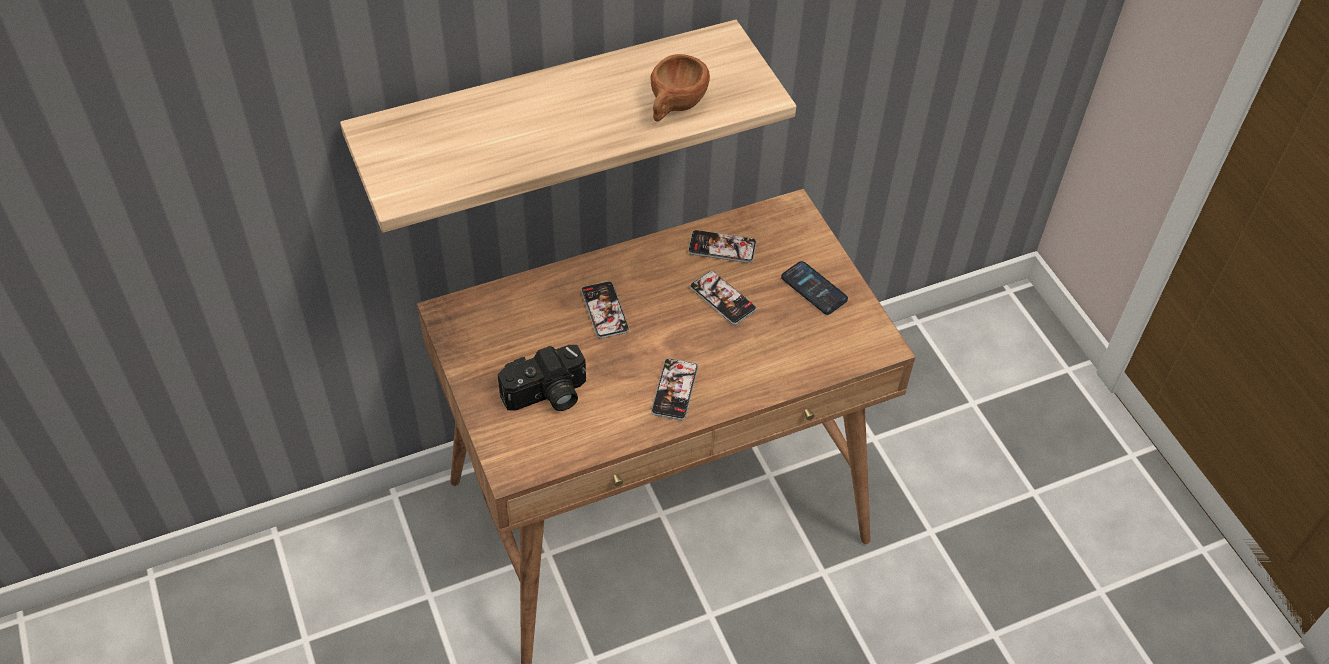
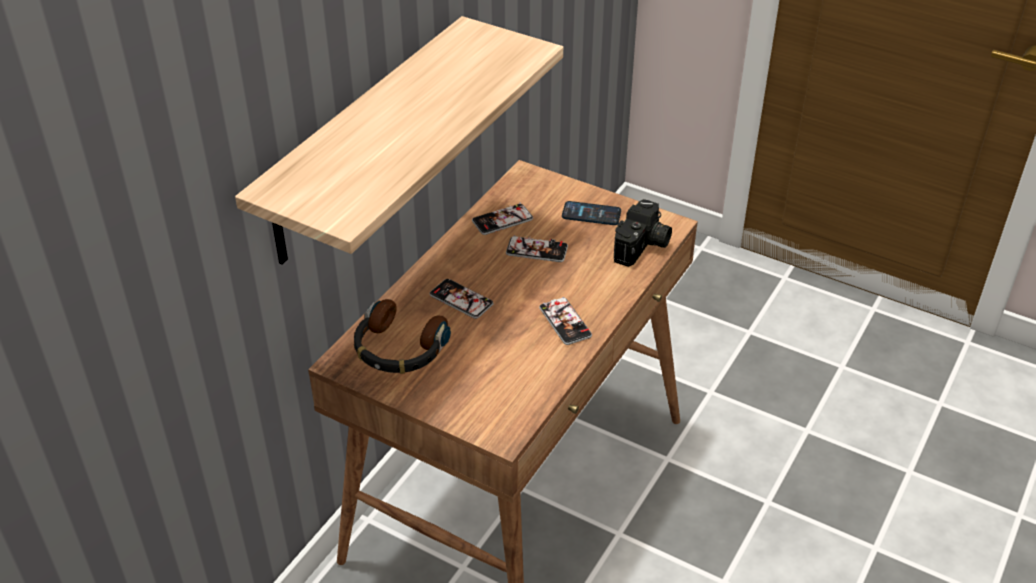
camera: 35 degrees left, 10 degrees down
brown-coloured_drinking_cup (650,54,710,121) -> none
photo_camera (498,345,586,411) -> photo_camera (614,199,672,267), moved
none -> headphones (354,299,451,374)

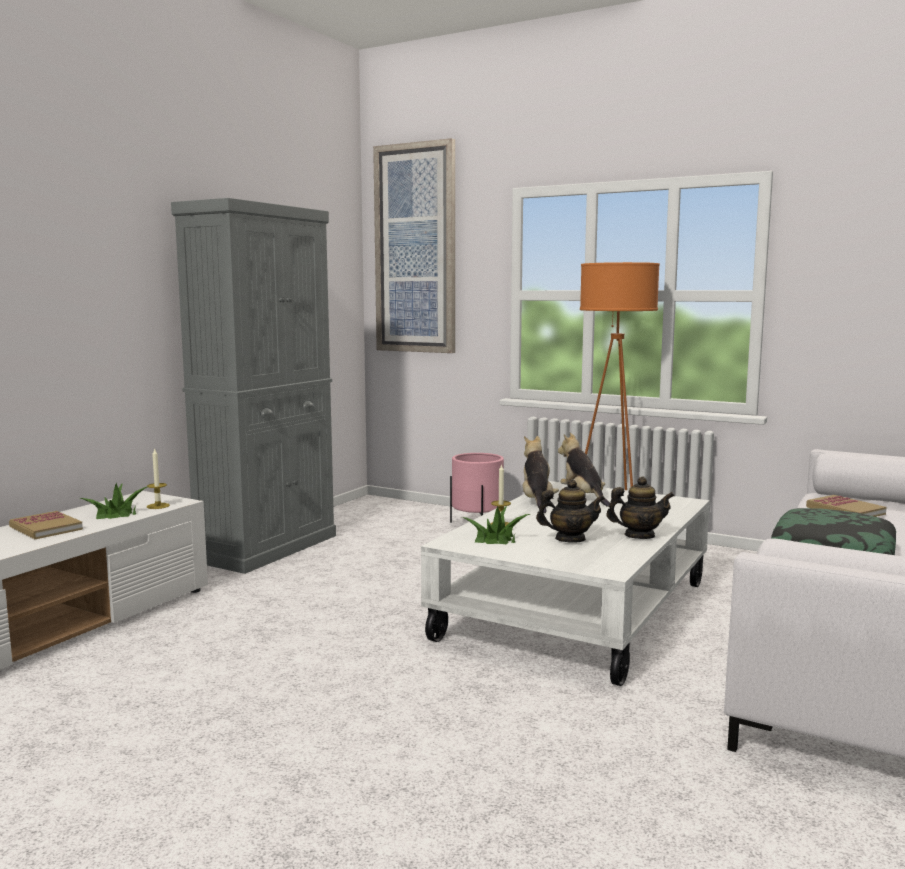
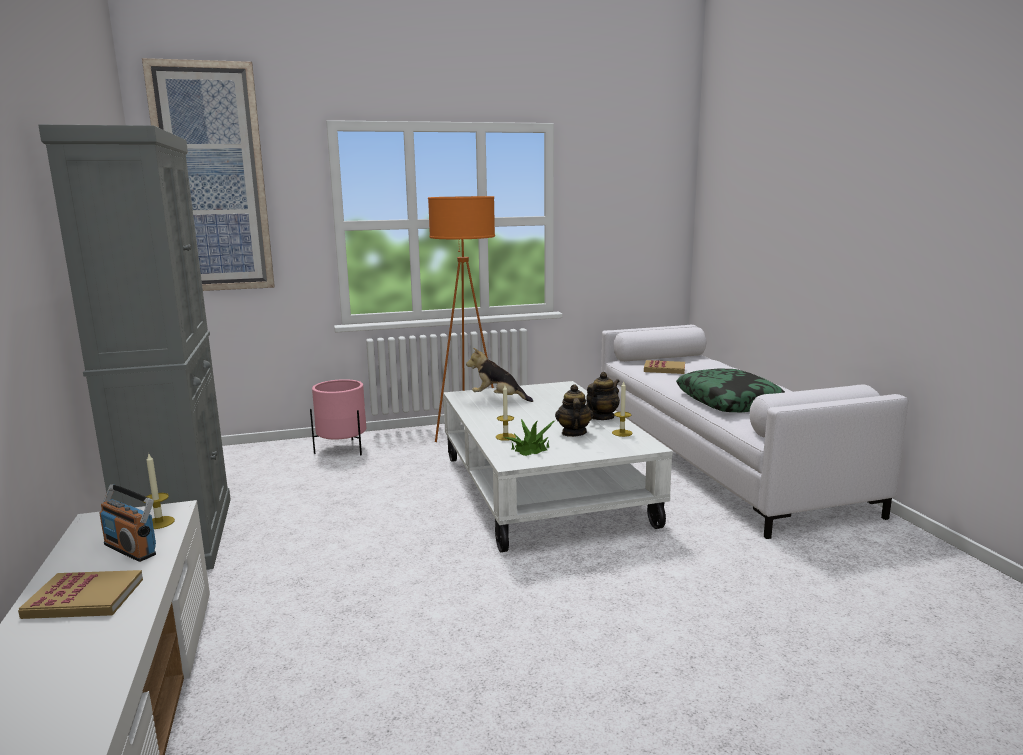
camera: 45 degrees left, 5 degrees up
soft_toy (523,436,559,513) -> none
tea_pot (536,479,605,543) -> tea_pot (555,384,593,437), 45 degrees counterclockwise
houseplant (79,482,149,519) -> radio_set (99,484,156,562)
none -> wax_light (612,382,632,437)

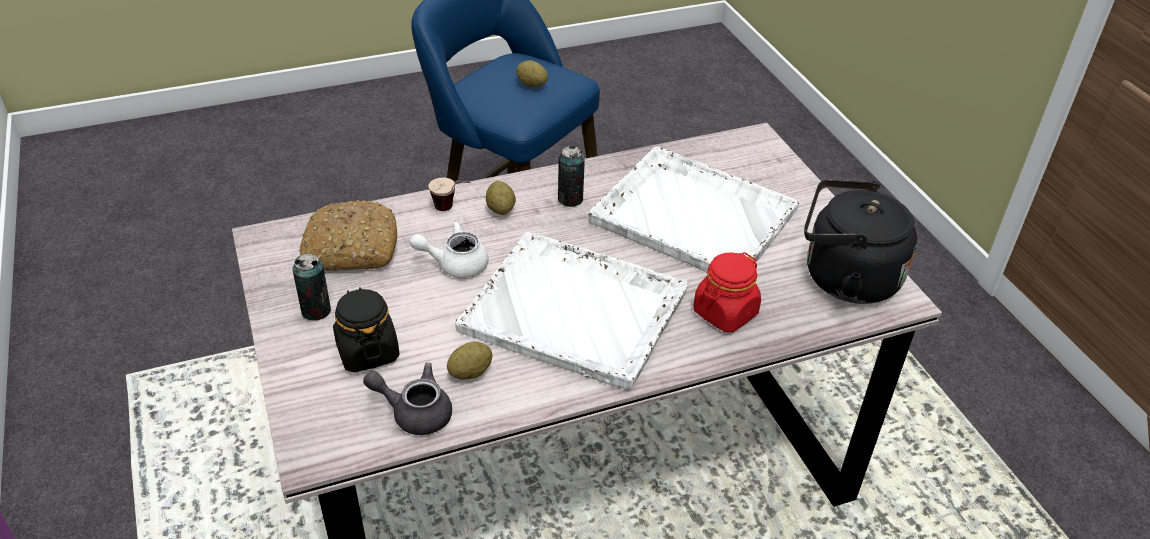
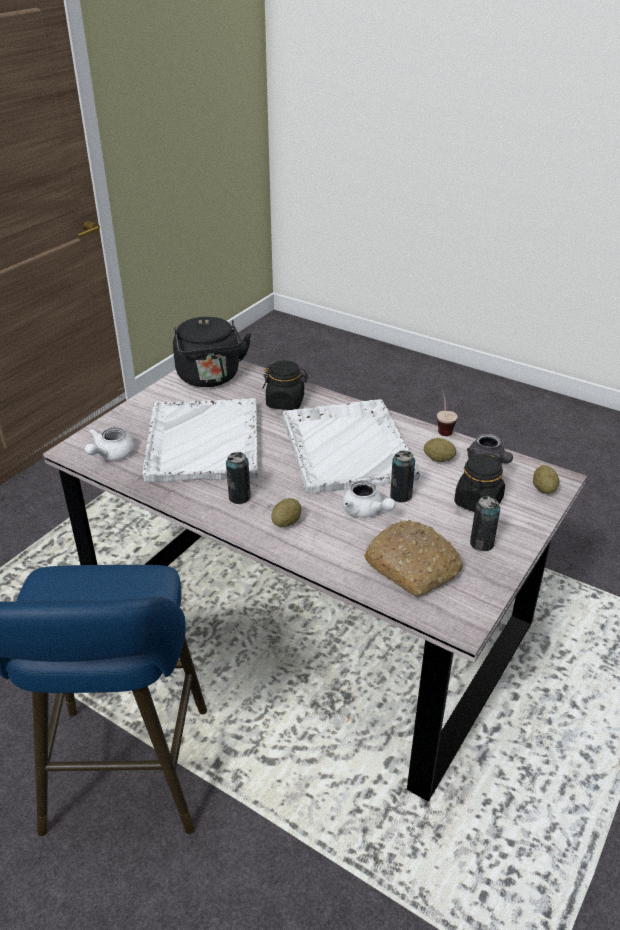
camera: 125 degrees left, 5 degrees down
potato (516,60,548,87) -> potato (533,465,560,494), moved
drinking_cup (428,177,471,211) -> drinking_cup (437,390,458,436), moved
red-coloured_storage_jar (693,252,761,332) -> black-coloured_storage_jar (262,360,308,410)
none -> whitish_tea_pot (85,427,134,460)
none -> metal_can (390,451,415,502)

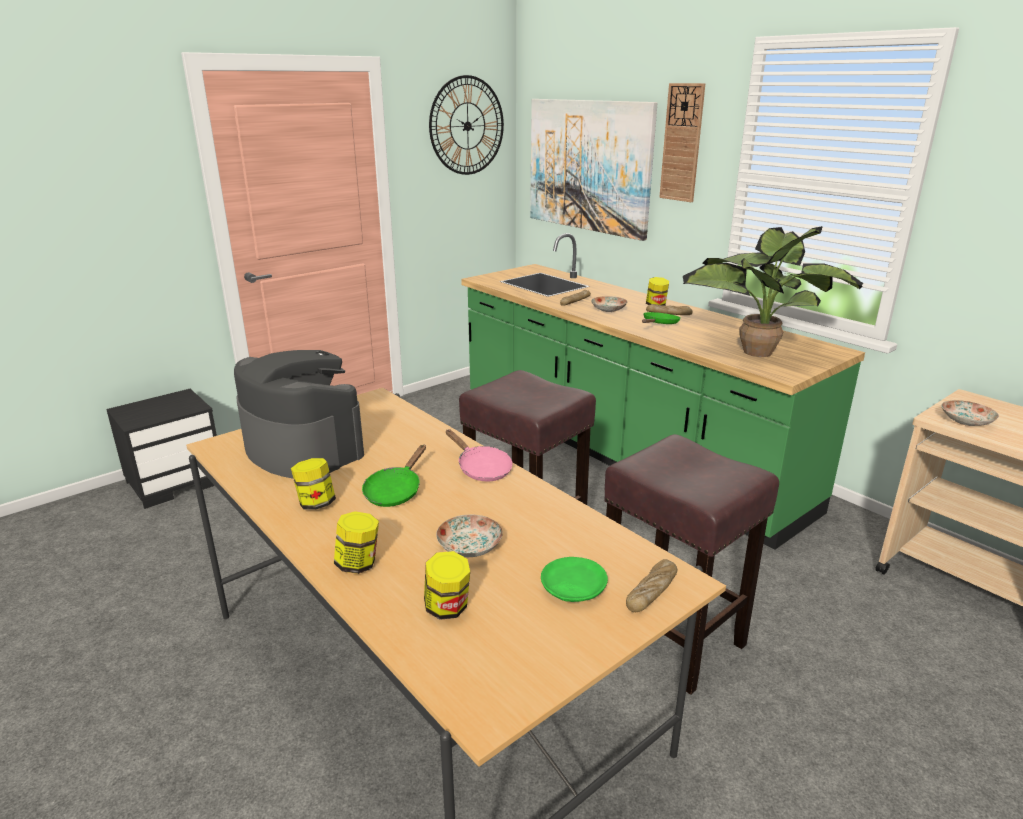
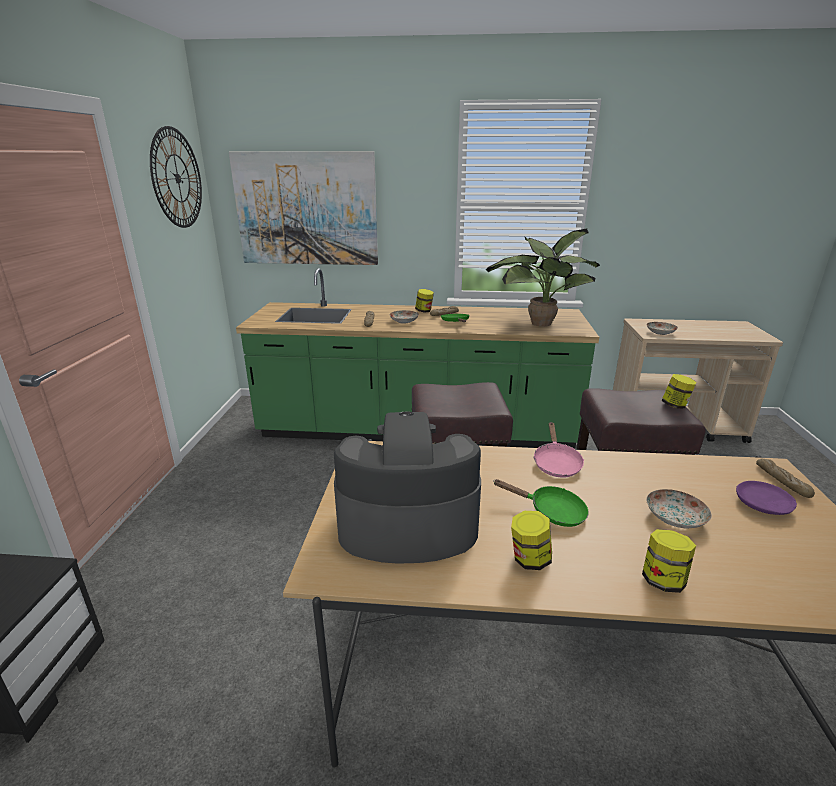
camera: 45 degrees left, 0 degrees up
wall_clock (659,83,705,202) -> none
pink-coloured_skillet (446,429,512,481) -> pink-coloured_skillet (533,423,584,477), 90 degrees clockwise
greenish_skillet (362,445,426,507) -> greenish_skillet (493,479,589,527), 45 degrees counterclockwise
storage_jar (424,551,470,620) -> storage_jar (661,374,696,409), moved
greenish_plate (541,557,608,602) -> purple-coloured_plate (736,481,797,515)

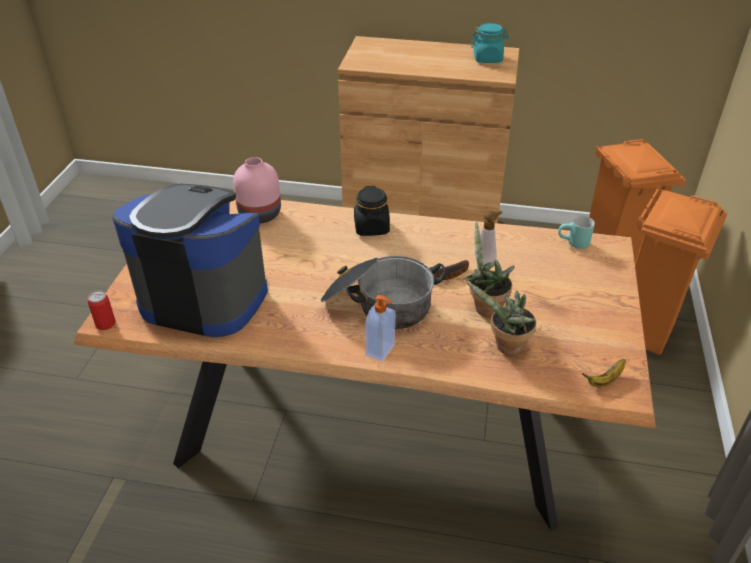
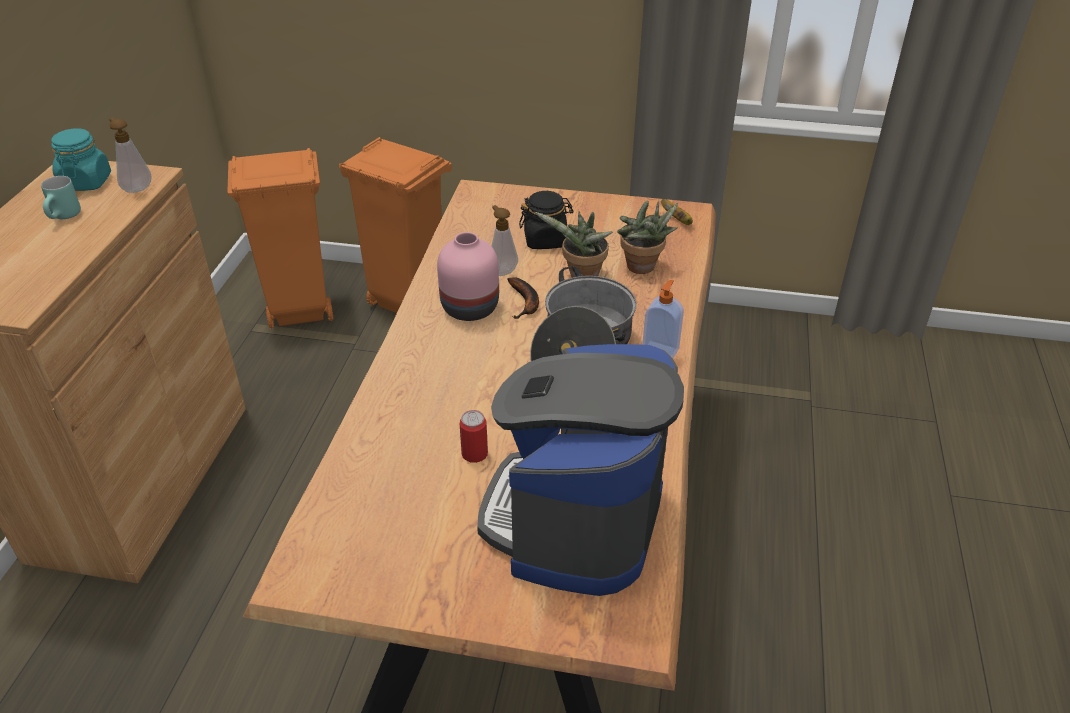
camera: 90 degrees left, 0 degrees up
pink-coloured_flower_vase (233,157,281,224) -> pink-coloured_flower_vase (437,232,499,321), moved
black-coloured_storage_jar (354,186,390,236) -> black-coloured_storage_jar (519,191,574,249), moved
turquoise_coffee_mug (558,216,595,249) -> turquoise_coffee_mug (41,176,81,219), moved
metal_can (88,290,116,330) -> metal_can (460,410,488,463), moved
none -> soap_dispenser (110,118,152,193)

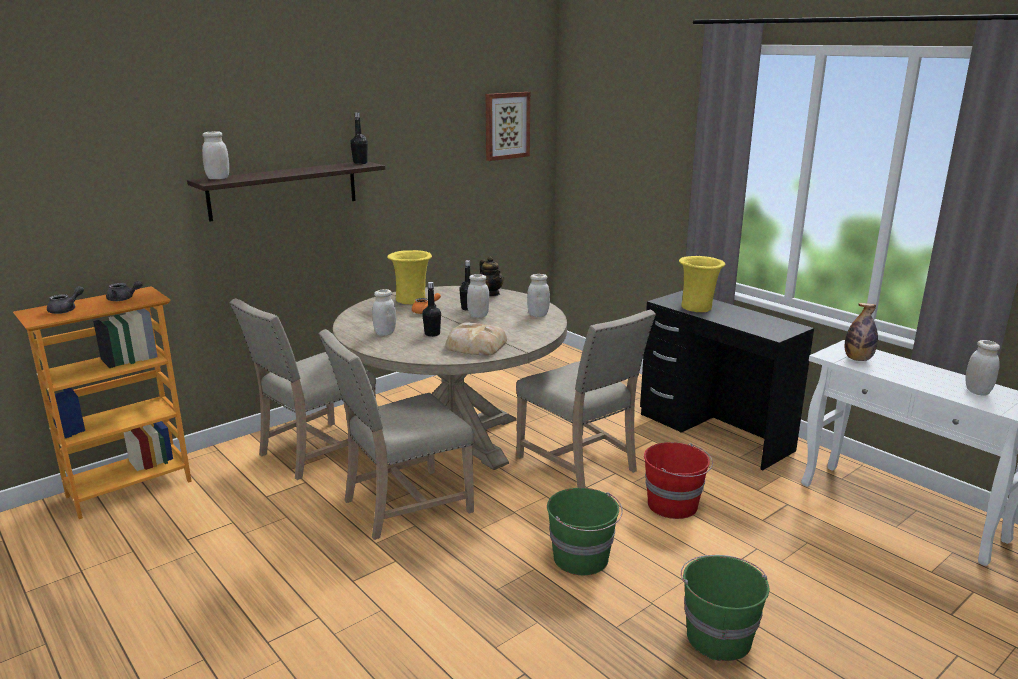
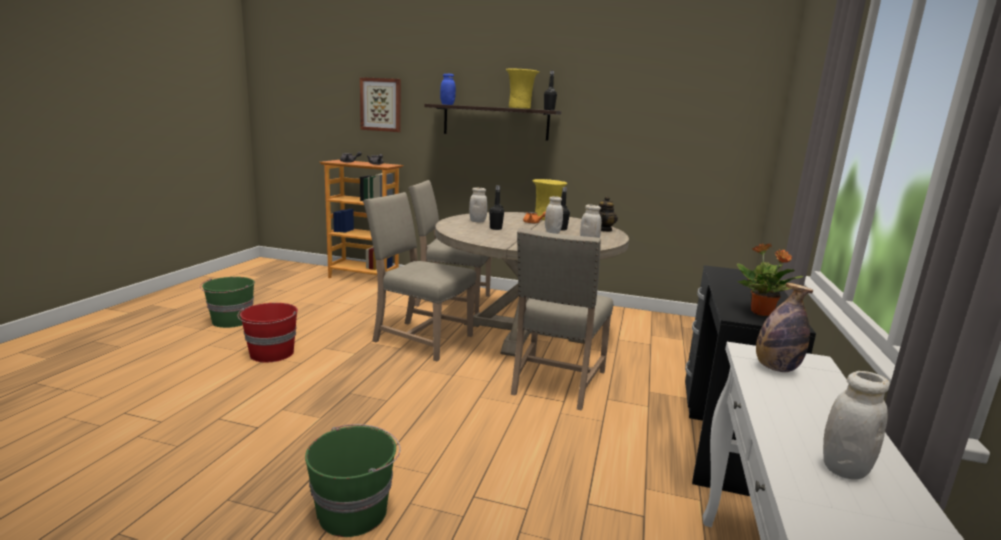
camera: 55 degrees right, 5 degrees down
wall_art (486,92,530,161) -> wall_art (360,77,401,132), moved
whitish_storage_jar (202,131,229,179) -> bluish_storage_jar (440,74,456,105)
yellowish_flower_vase (679,256,725,312) -> yellowish_flower_vase (506,68,539,109), moved
baked_bread (445,322,507,355) -> none
red-coloured_pail (644,442,713,519) -> red-coloured_pail (237,303,298,362), moved
greenish_pail (547,488,623,575) -> greenish_pail (200,277,255,328), moved
none -> houseplant (737,244,804,316)

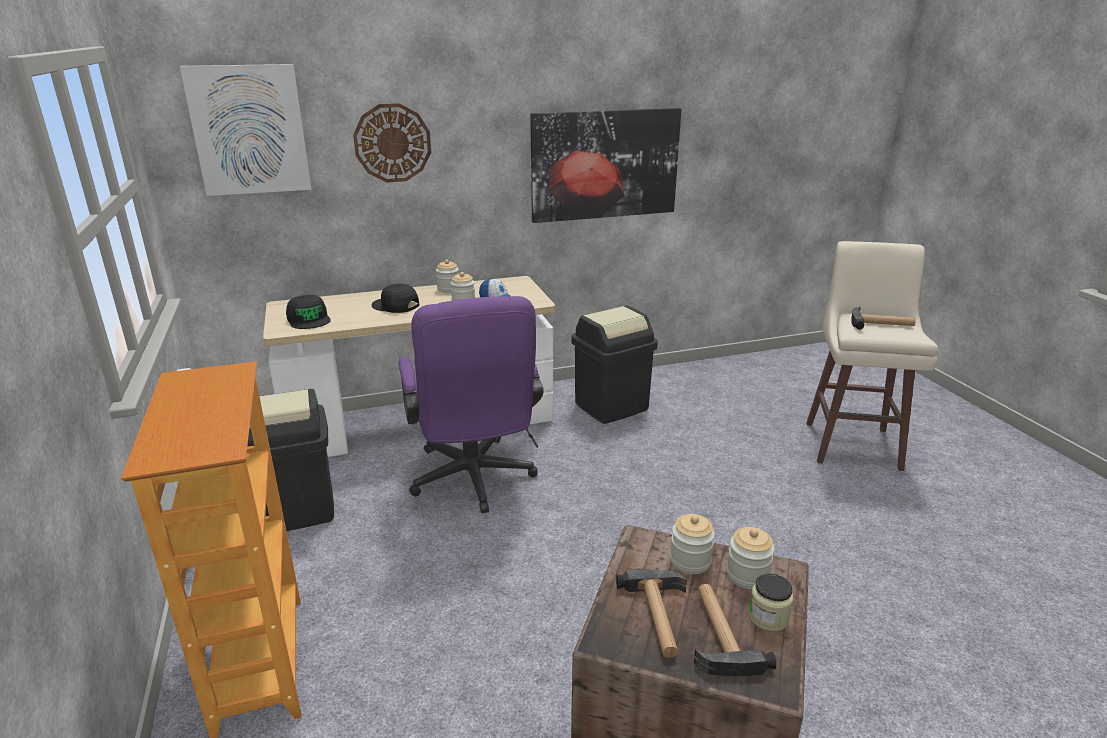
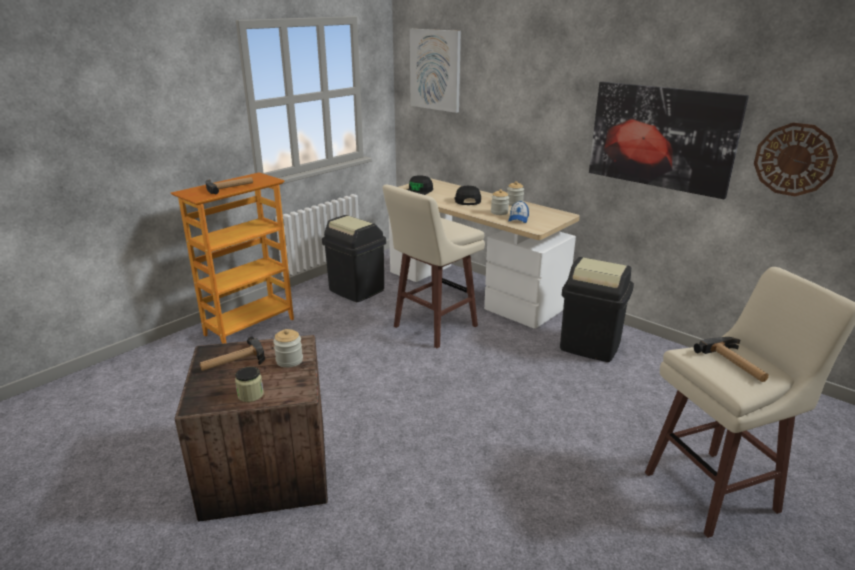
camera: 60 degrees right, 0 degrees up
wall_clock (353,103,431,182) -> wall_clock (754,123,838,196), moved
purple-coloured_computer_chair (399,296,544,513) -> beige_stool_seat (383,185,485,348)
storage_jar (727,527,774,589) -> none
tool_hammer (694,583,776,676) -> tool_hammer (205,177,253,194), moved

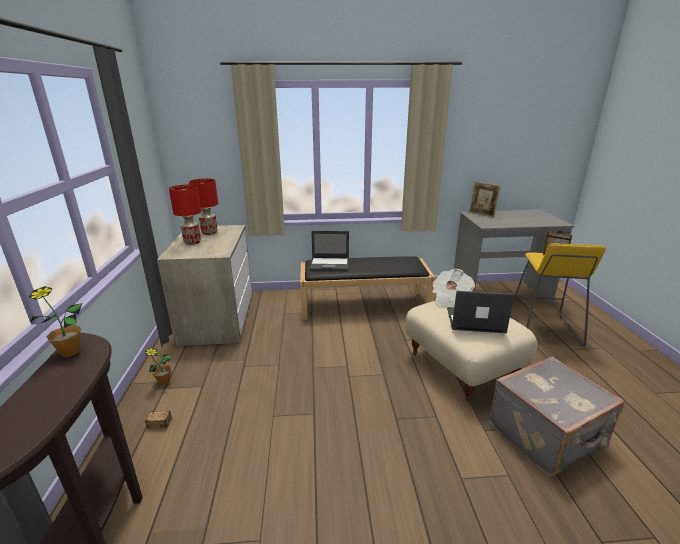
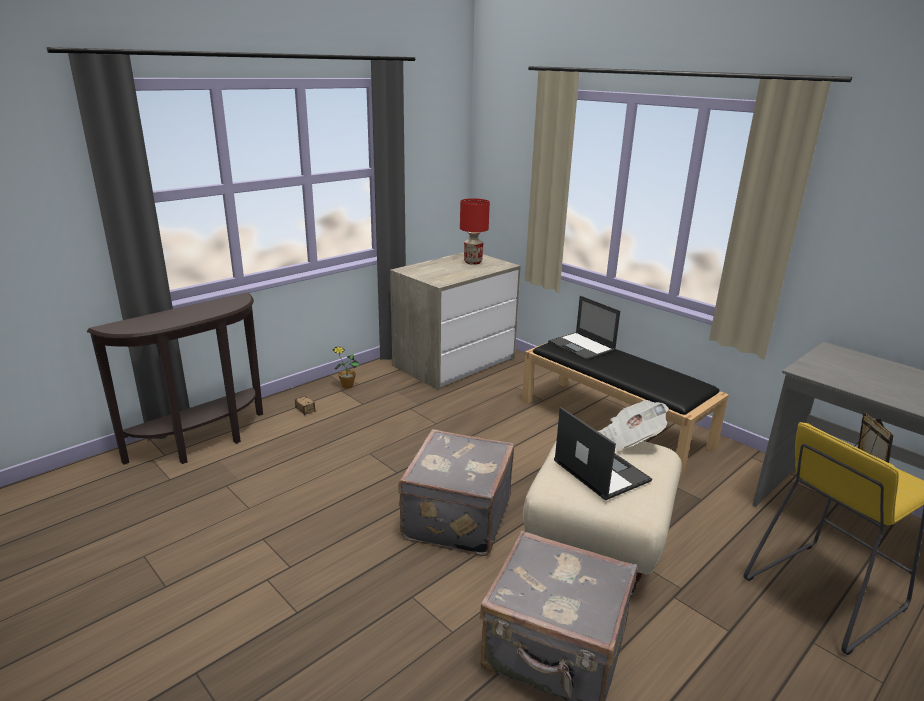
camera: 50 degrees right, 0 degrees up
standing_frame (469,181,501,217) -> none
red-coloured_tabletop_lamp (169,184,202,245) -> none
houseplant (28,286,82,357) -> none
none -> gray_piece_of_luggage (398,429,514,556)

